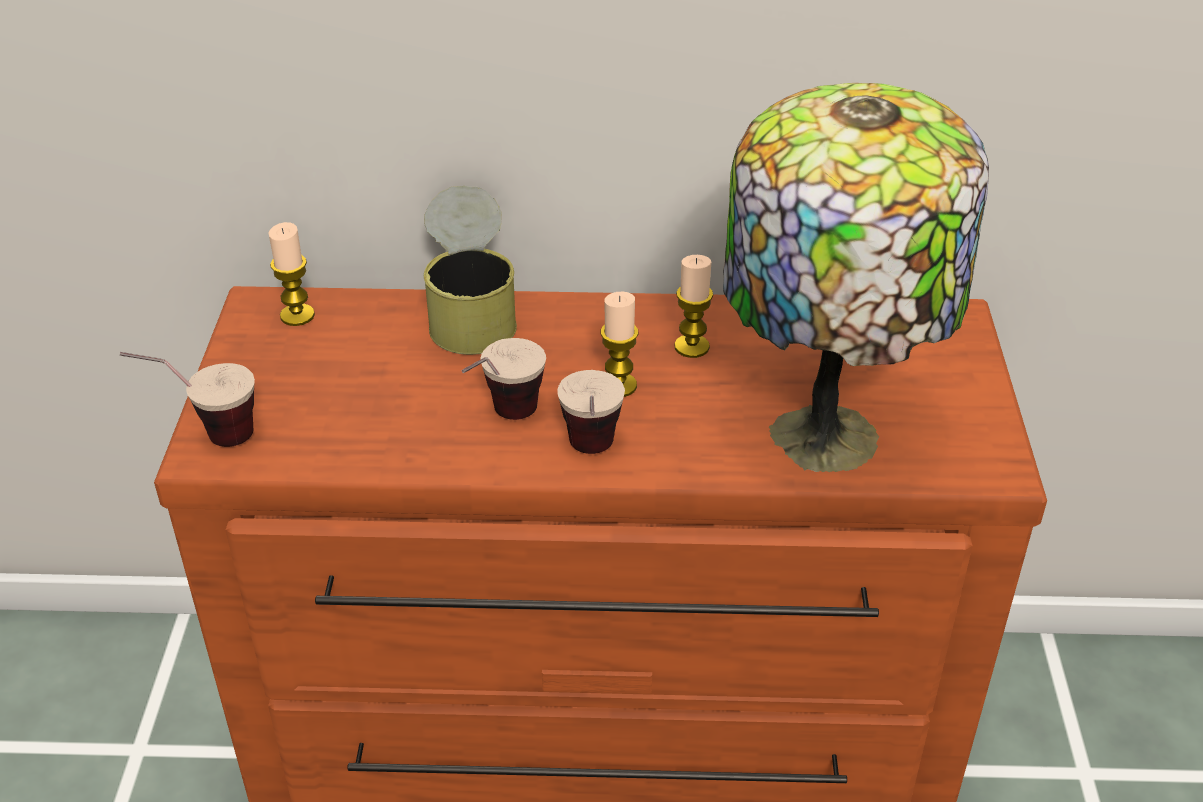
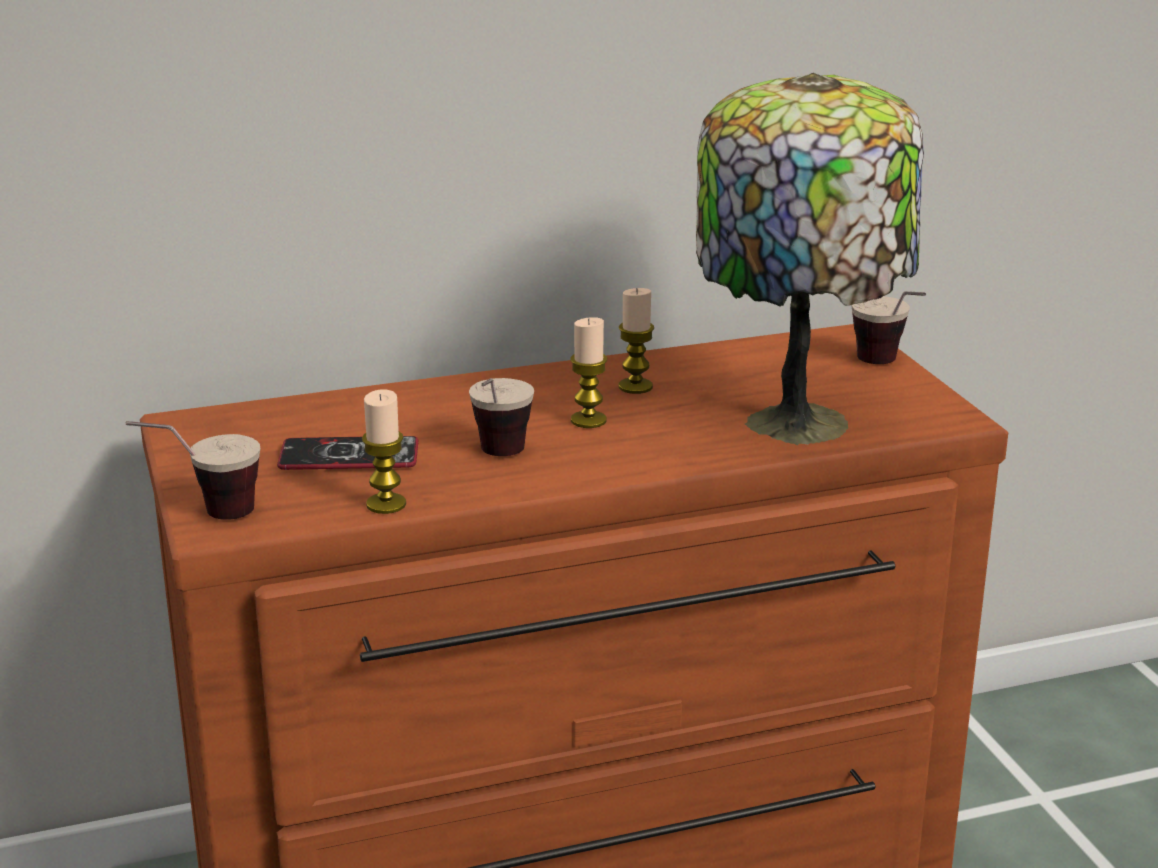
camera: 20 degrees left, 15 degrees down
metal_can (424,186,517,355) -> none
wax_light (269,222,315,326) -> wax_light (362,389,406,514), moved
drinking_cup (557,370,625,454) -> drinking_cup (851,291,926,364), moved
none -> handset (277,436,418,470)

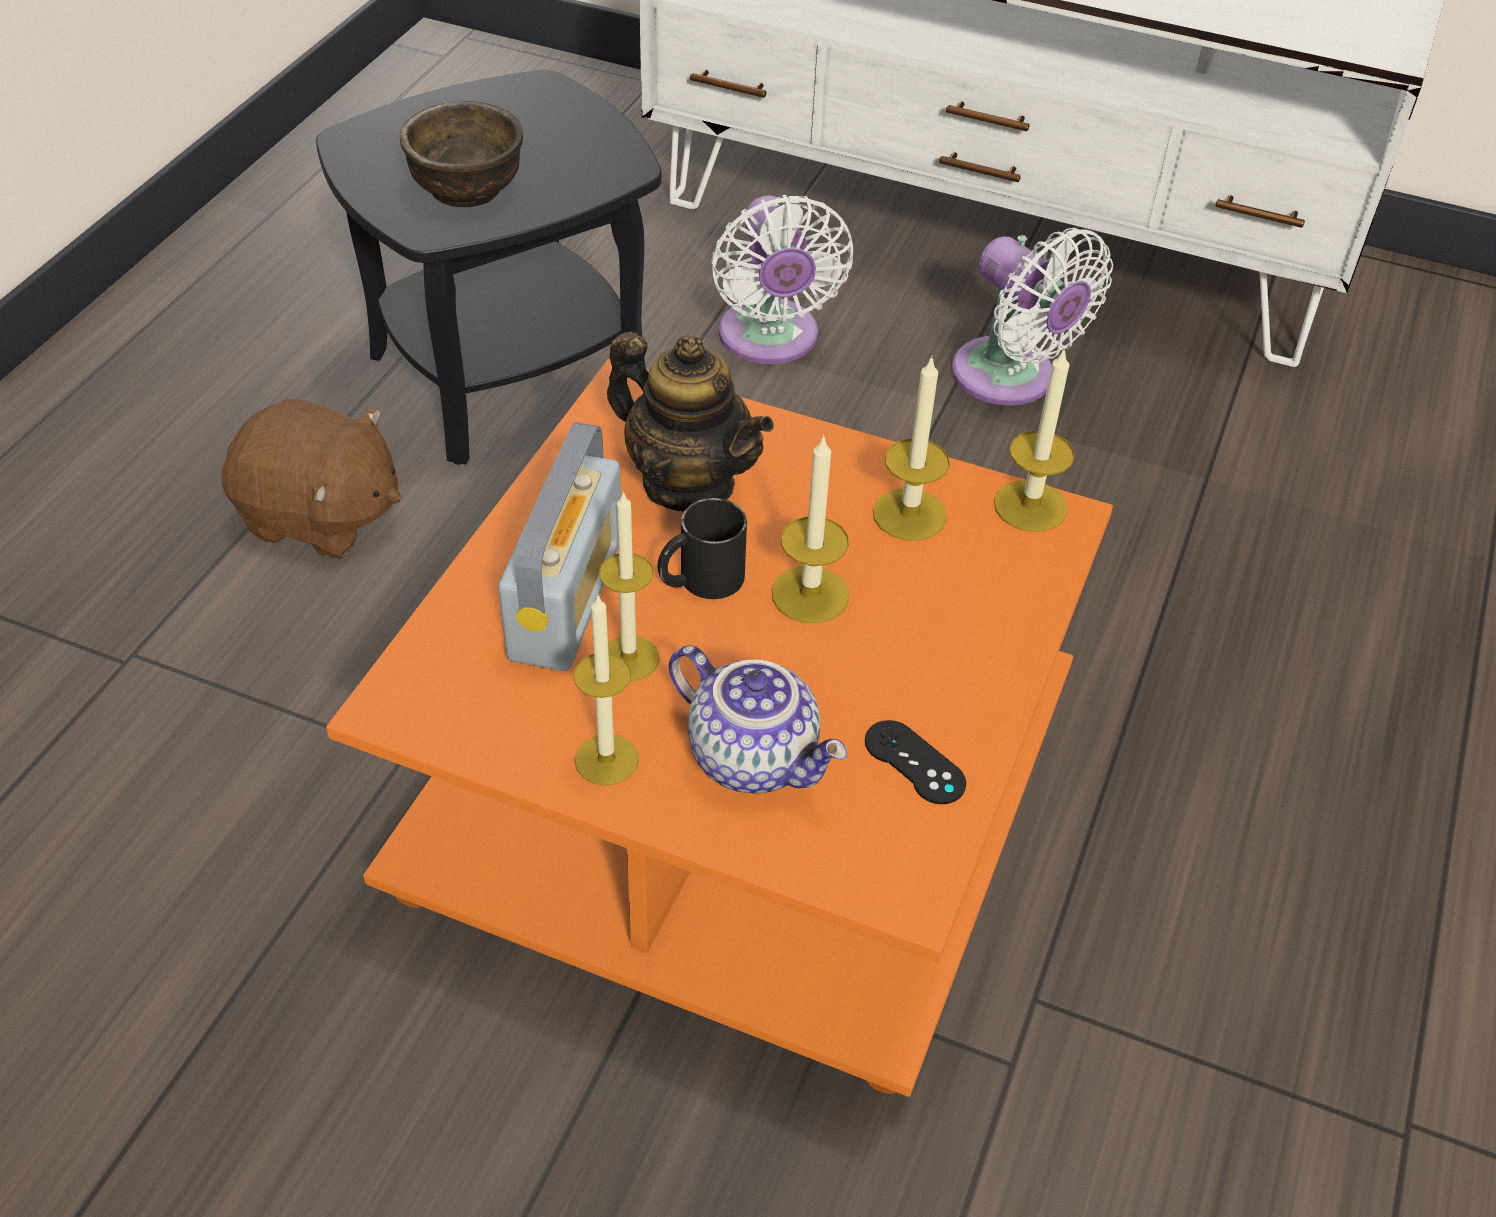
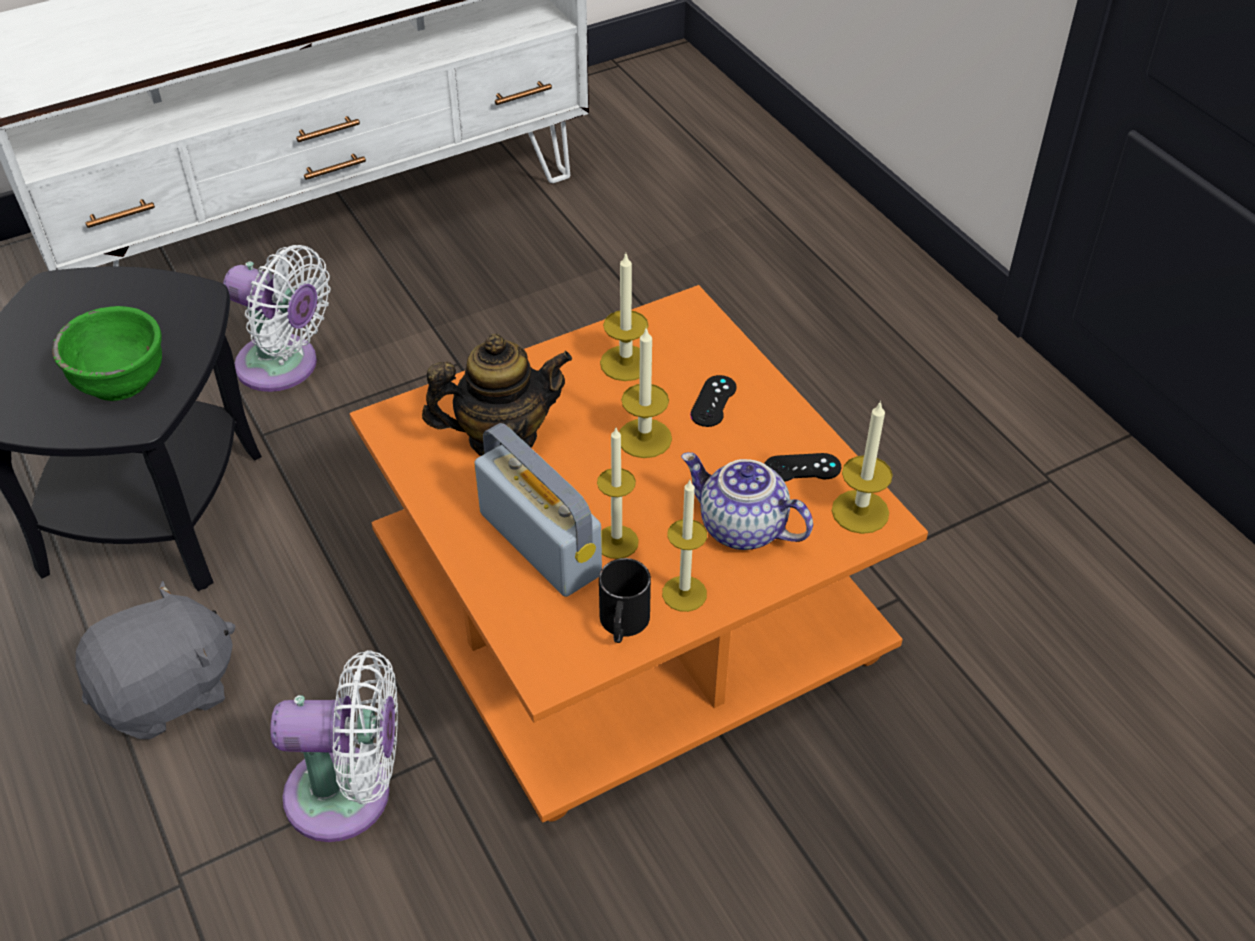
camera: 50 degrees left, 0 degrees up
brown-coloured_serving_bowl (400,101,523,207) -> greenish_serving_bowl (52,306,162,401)
whitish_fan (951,228,1113,406) -> whitish_fan (270,650,398,842), moved
wax_light (994,347,1075,532) -> wax_light (832,401,893,534), moved
brown-coloured_soft_toy (221,398,401,559) -> gray_soft_toy (76,581,235,739)
black-coloured_coffee_mug (657,498,747,599) -> black-coloured_coffee_mug (599,558,651,643), moved
tea_pot (669,645,847,794) -> tea_pot (681,452,813,550), 135 degrees counterclockwise
none -> black-coloured_gamepad (690,375,736,427)

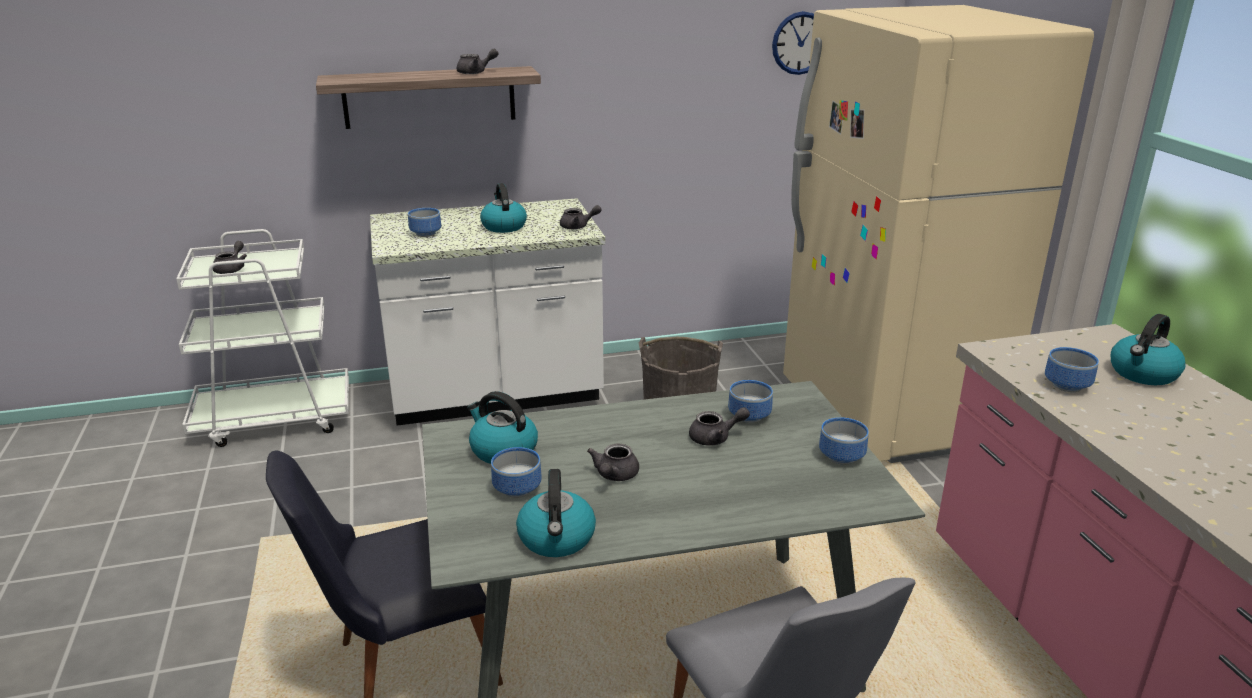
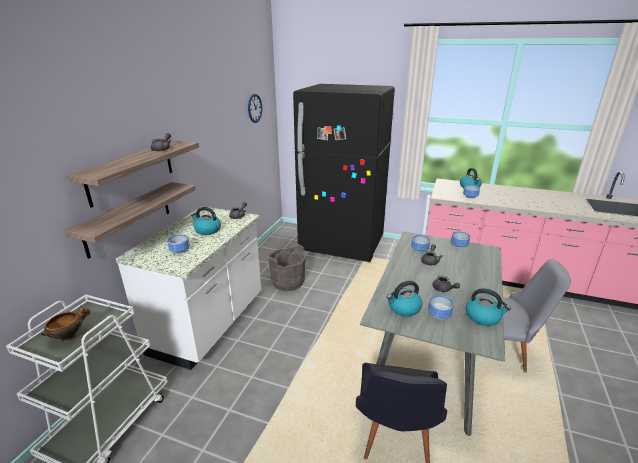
camera: 55 degrees left, 0 degrees up
beige_fridge (783,5,1094,463) -> black-coloured_fridge (293,84,395,262)
gray_tea_pot (213,241,247,274) -> serving_bowl (41,305,90,343)
none -> wall_shelf (64,182,196,259)

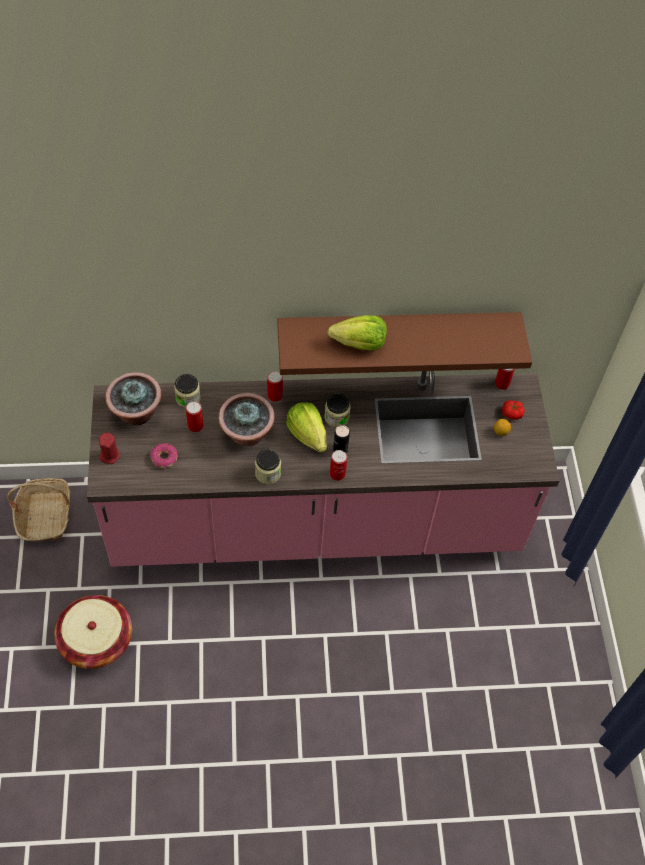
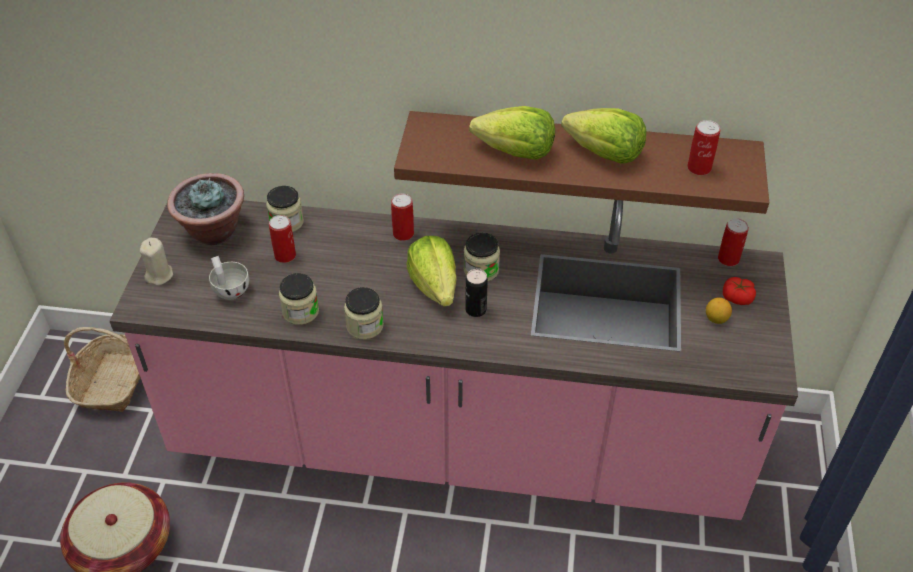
camera: 15 degrees right, 10 degrees down
houseplant (219,393,275,446) -> none
red-coloured_wax_light (99,433,120,464) -> beige_wax_light (140,237,173,286)
doughnut (150,443,178,468) -> whitish_drinking_cup (209,256,249,300)
metal_can (330,450,347,481) -> metal_can (687,120,720,175), moved
none -> lettuce (561,108,646,164)
none -> storage_jar (279,273,319,325)

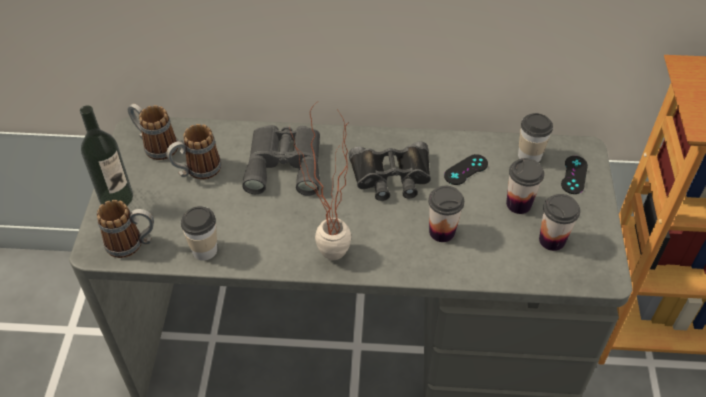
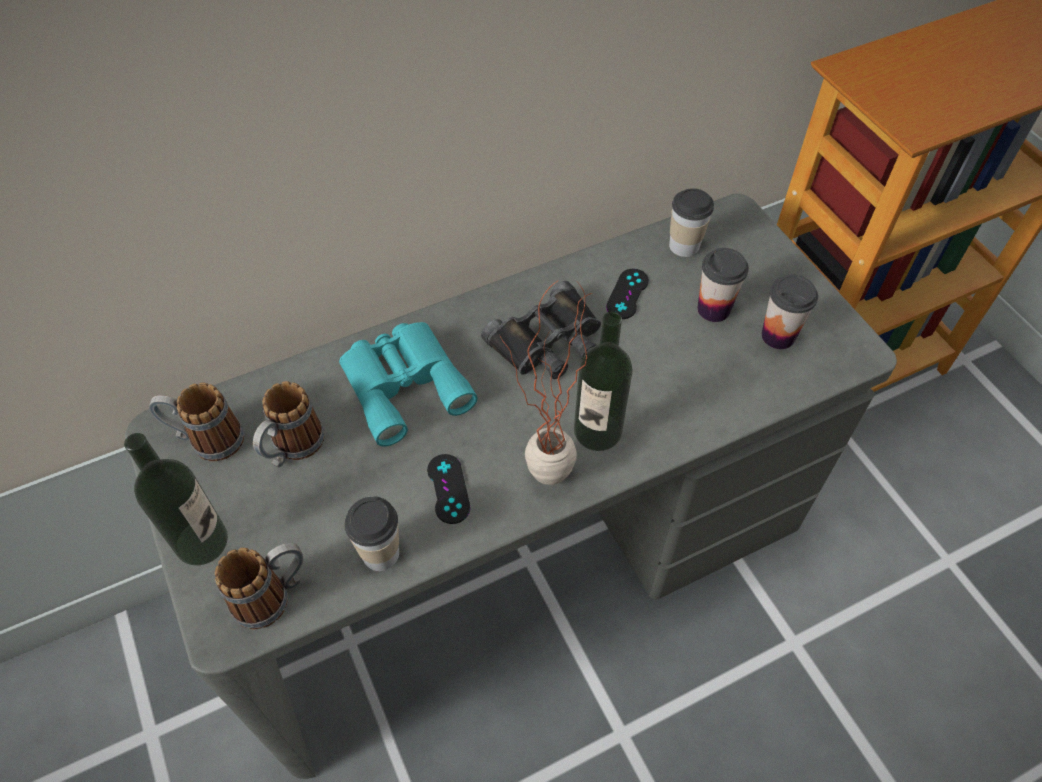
camera: 30 degrees left, 5 degrees up
gray_field_glasses (242,125,320,196) -> turquoise_field_glasses (339,322,478,447)
black-coloured_gamepad (561,156,588,194) -> black-coloured_gamepad (427,454,470,524), moved
drinking_cup (428,186,464,242) -> none
none -> drink_bottle (574,312,633,451)

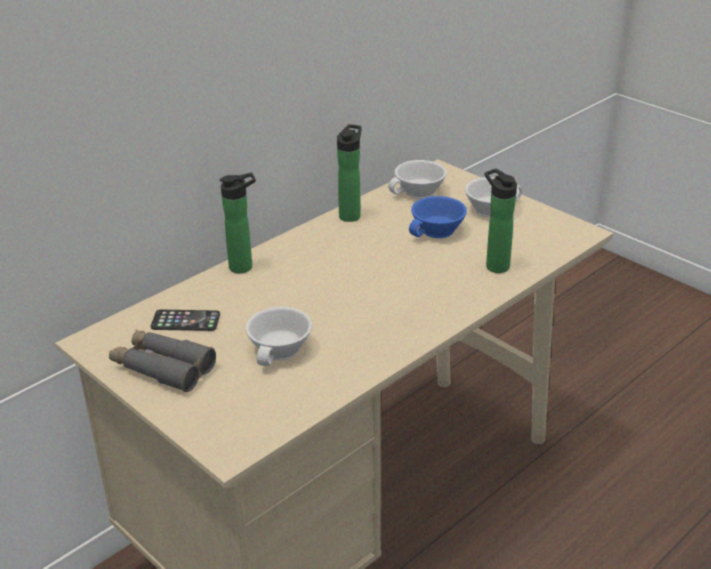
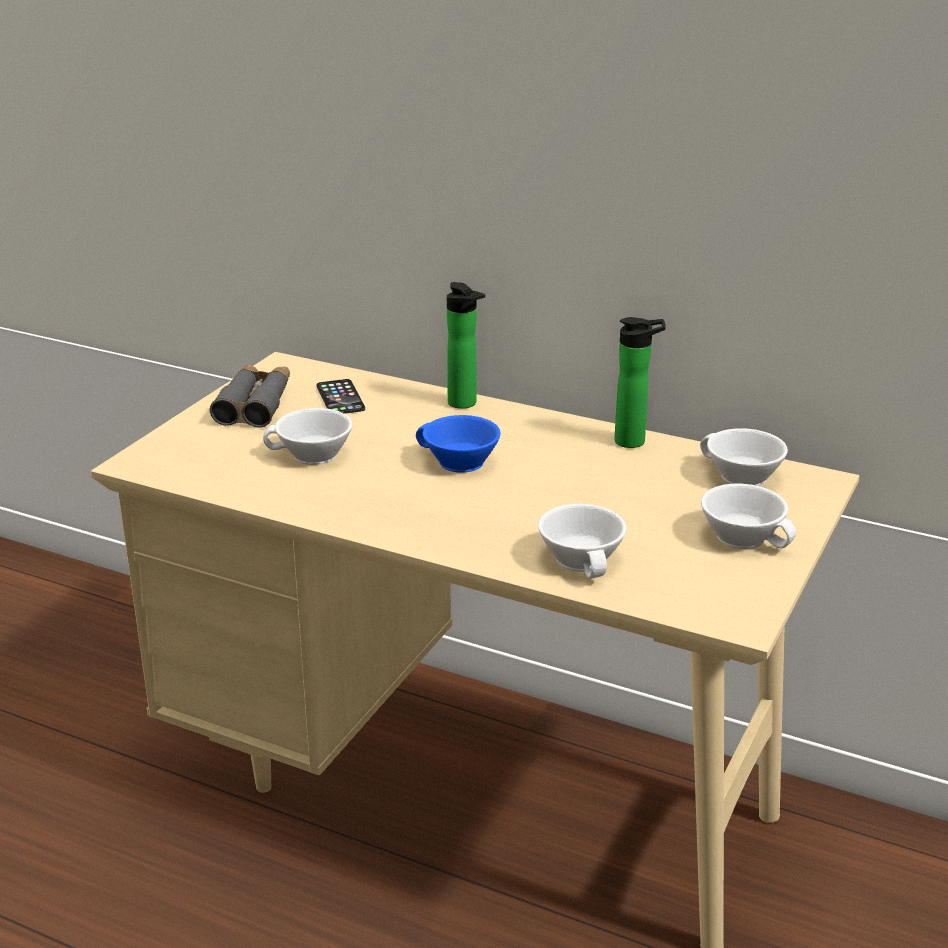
camera: 70 degrees right, 5 degrees down
drink_bottle (485,169,517,273) -> whitish_drinking_cup (538,504,626,578)
bluish_drinking_cup (409,196,467,238) -> bluish_drinking_cup (416,415,501,473), moved

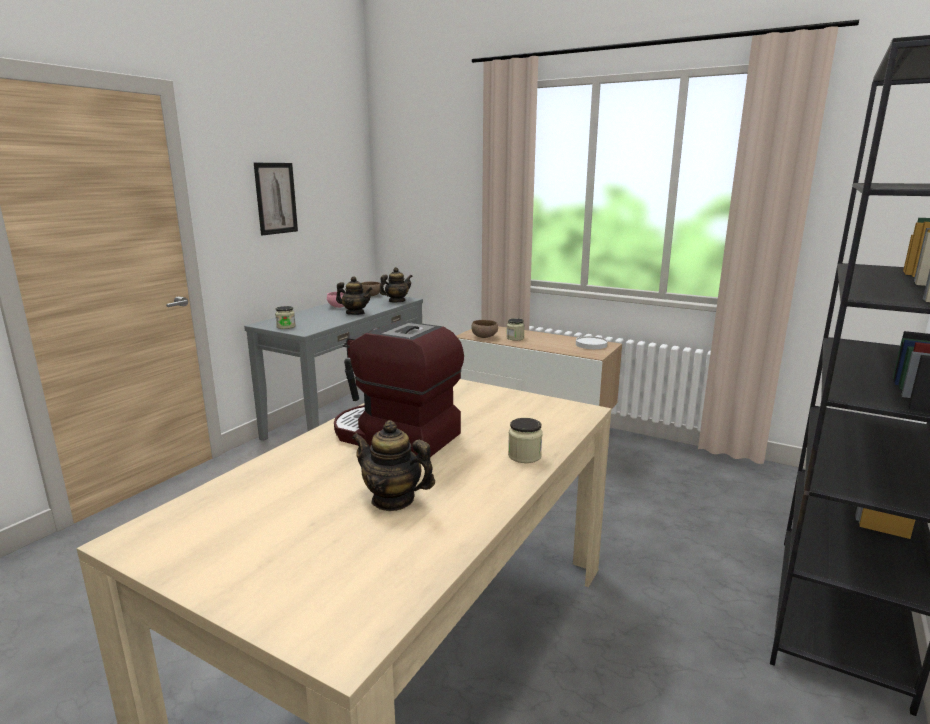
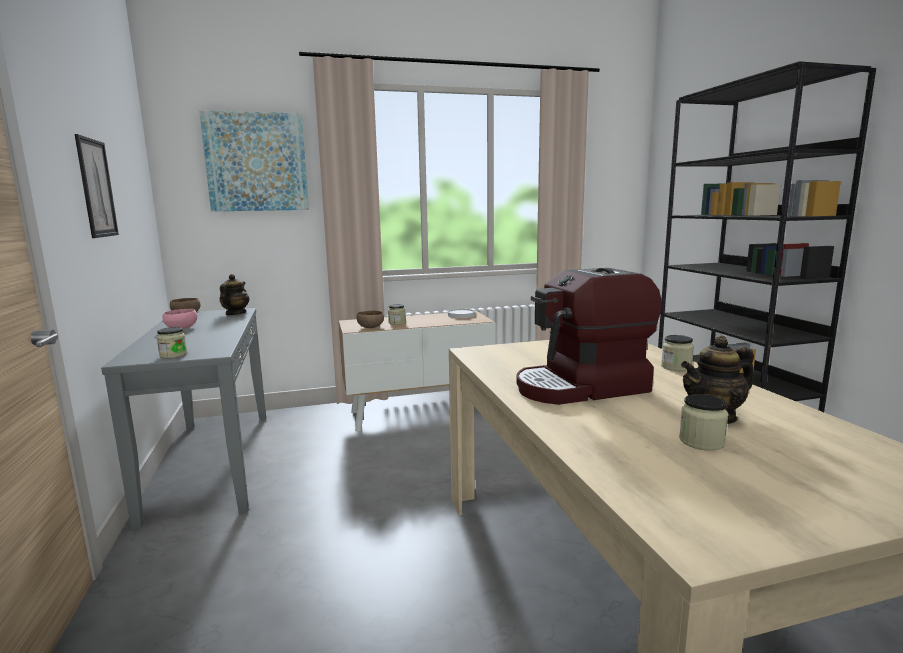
camera: 45 degrees left, 5 degrees down
tea_pot (336,276,372,315) -> none
none -> wall_art (199,110,309,212)
none -> storage_jar (679,394,729,451)

